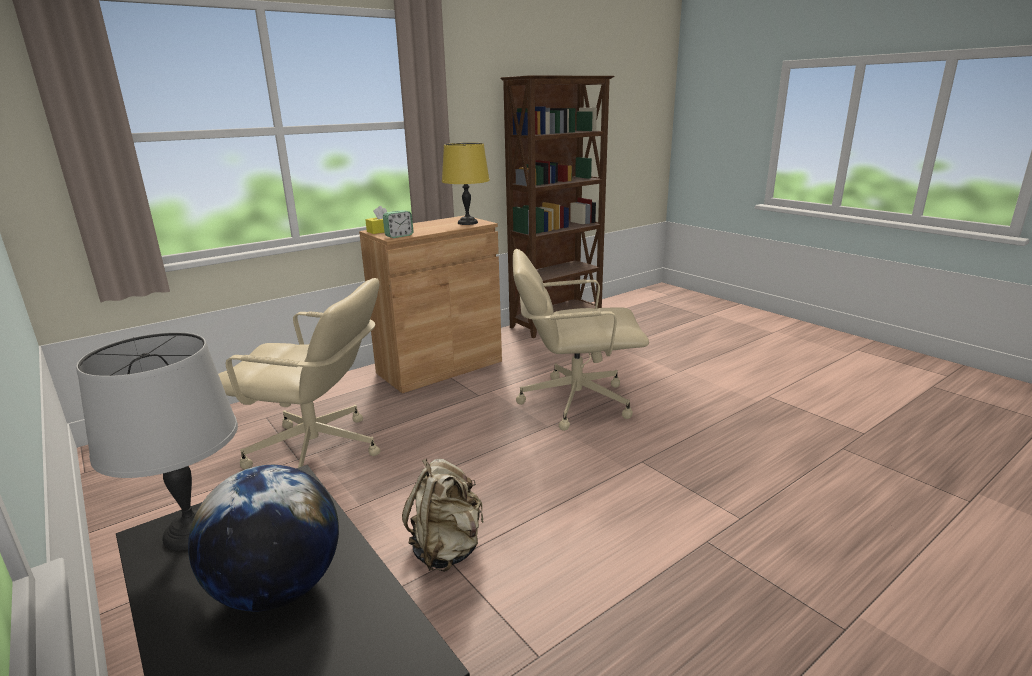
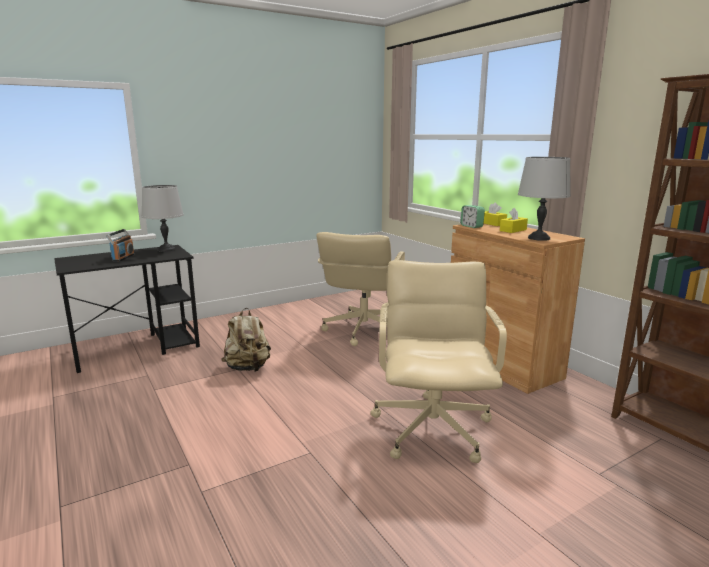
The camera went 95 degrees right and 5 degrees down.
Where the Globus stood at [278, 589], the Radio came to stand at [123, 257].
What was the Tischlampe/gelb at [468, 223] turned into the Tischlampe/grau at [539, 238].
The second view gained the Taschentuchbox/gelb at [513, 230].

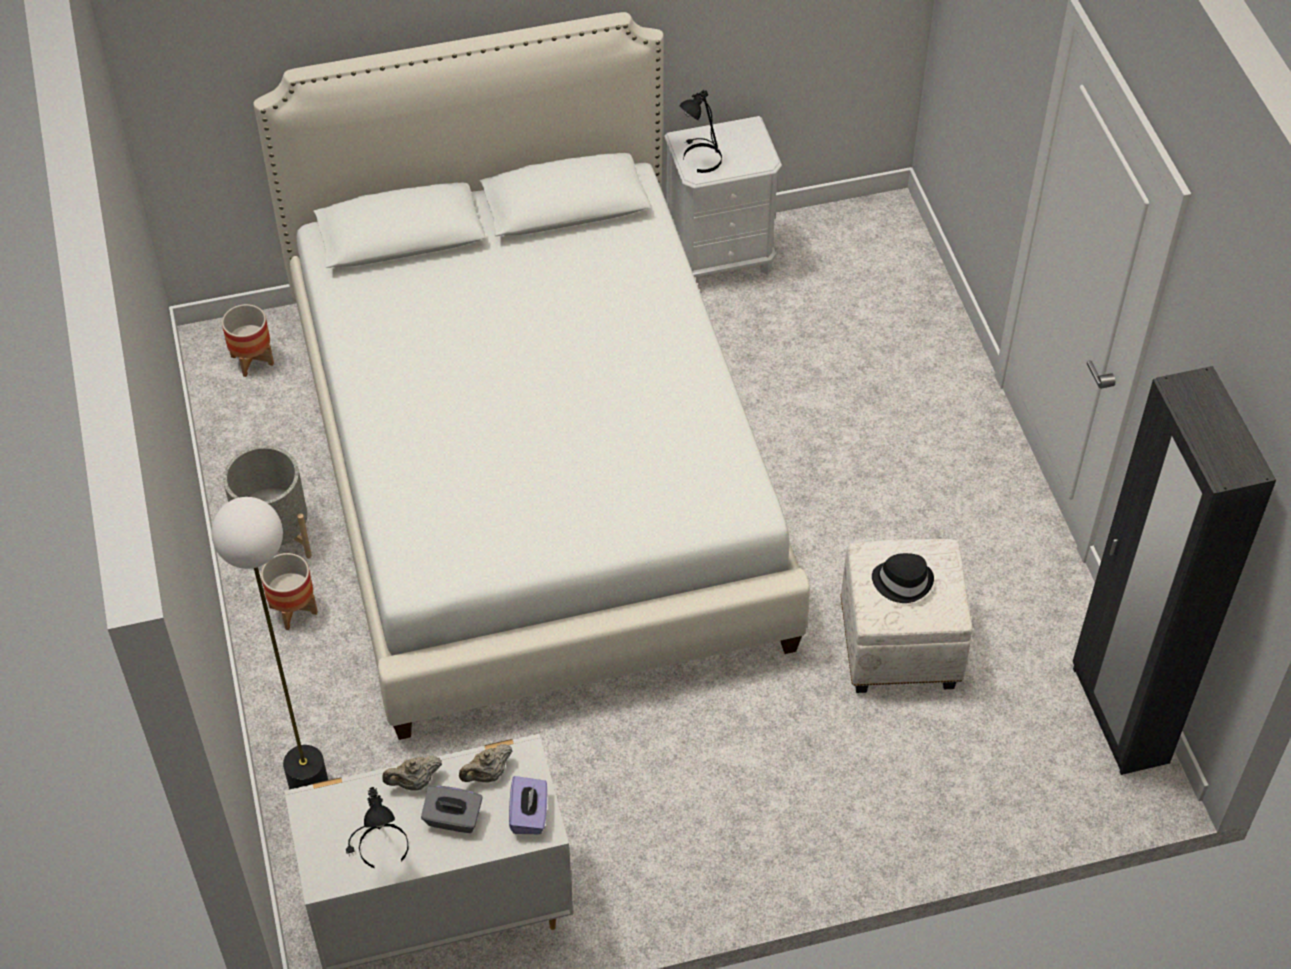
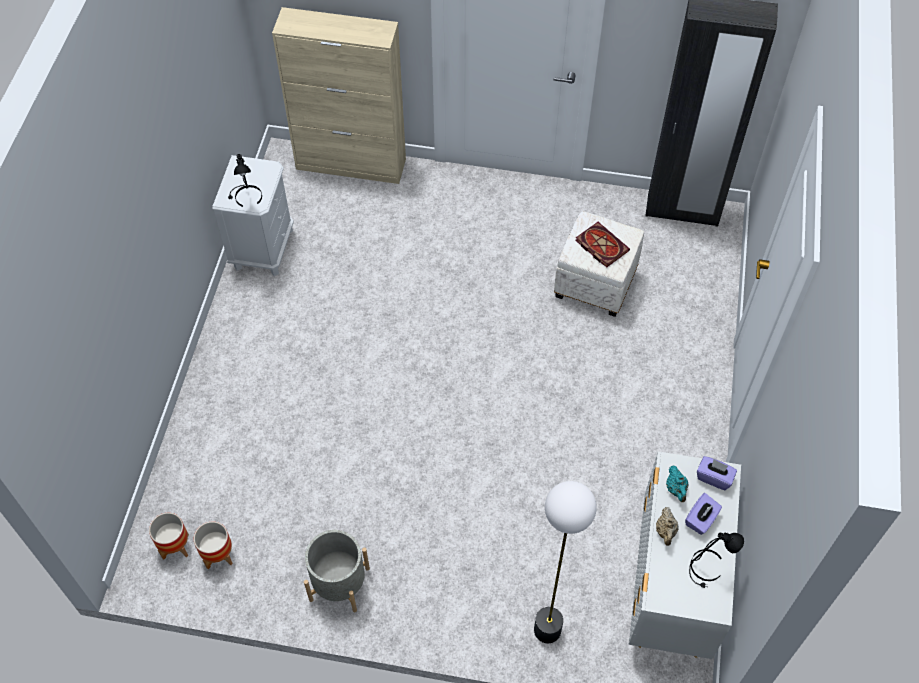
The camera went 65 degrees left and 5 degrees up.
The second view lost the Bett/weiß at [535, 472].
The Pflanzkübel ended up elsewhere, having gone from [293, 610] to [218, 555].
What was the Taschentuchbox/grau at [453, 819] turned into the Taschentuchbox/lila at [701, 520].
What was the Teekanne/beige at [487, 774] turned into the Teekanne/türkis at [676, 489].
Where the Hut/schwarz stood at [902, 581], the Buch came to stand at [600, 245].
The second view gained the Schrank/beige at [351, 164].

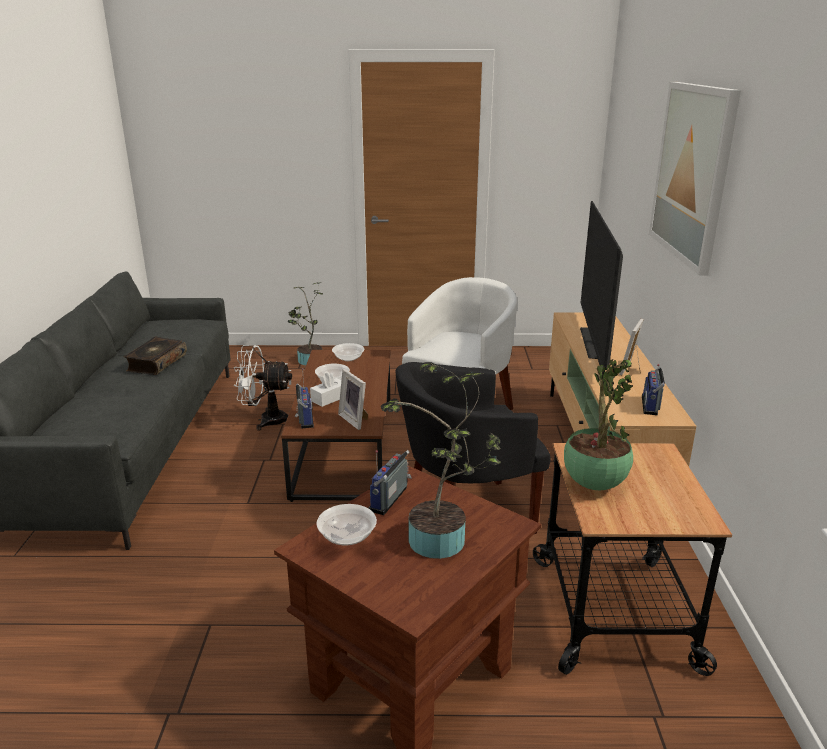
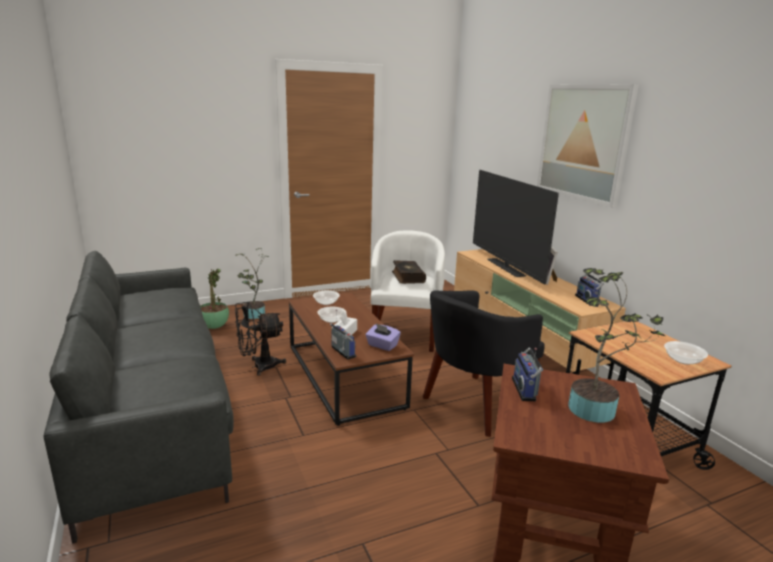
The camera went 25 degrees left and 5 degrees down.
The Buch ended up elsewhere, having gone from [156, 363] to [407, 277].
What was the Ventilator/weiß at [266, 420] turned into the Ventilator/schwarz at [259, 366].
The Schüssel ended up elsewhere, having gone from [347, 536] to [683, 360].
Where the Bilderrahmen stood at [355, 420], the Taschentuchbox/lila came to stand at [382, 345].
The Topfpflanze ended up elsewhere, having gone from [593, 483] to [214, 327].

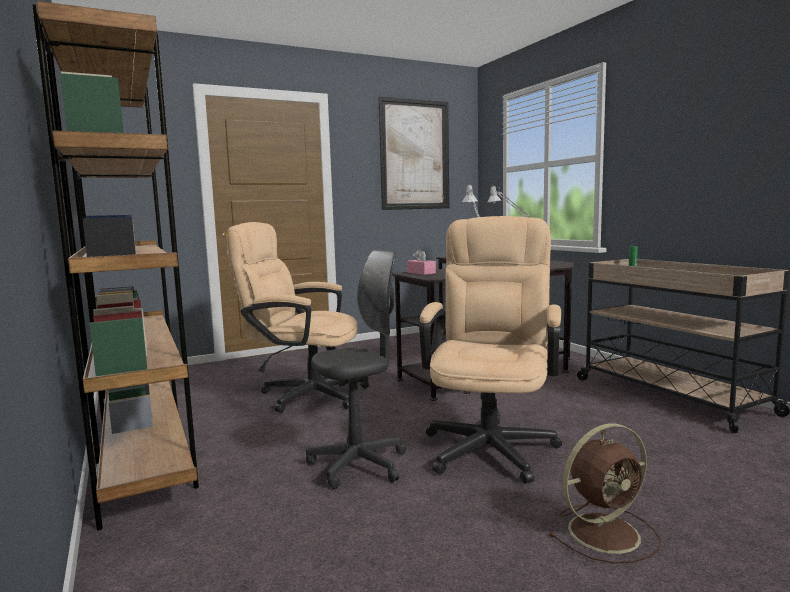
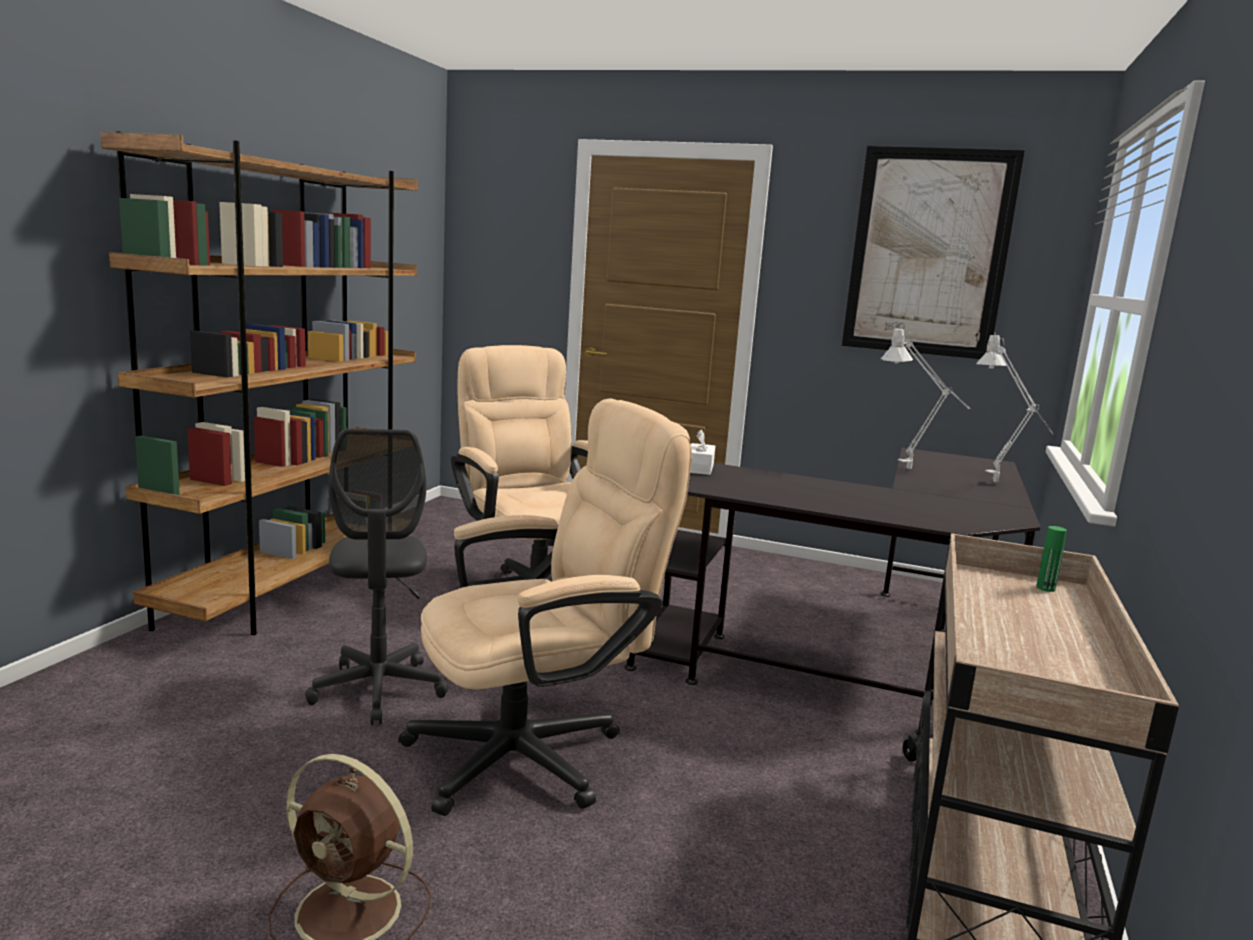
The camera went 45 degrees right and 5 degrees up.
The Bürostuhl/grau at [358, 465] ended up facing another way, 60 degrees clockwise from before.
What was the Taschentuchbox/rosa at [421, 273] turned into the Taschentuchbox/weiß at [699, 468].

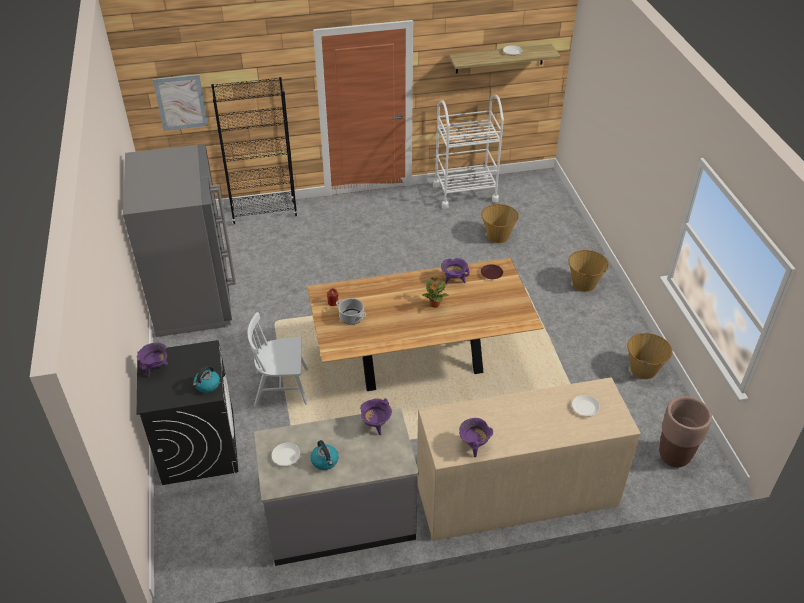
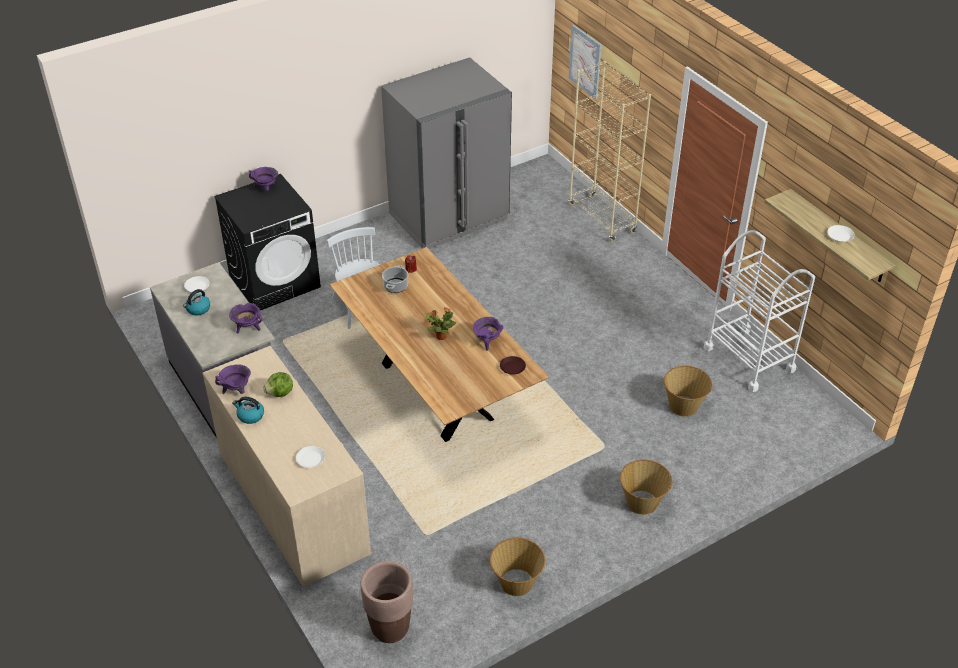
The camera went 70 degrees right and 0 degrees up.
The Wasserkessel ended up elsewhere, having gone from [207, 385] to [250, 416].
What was the Bücherregal/schwarz at [264, 213] turned into the Bücherregal/beige at [602, 219].
The second view gained the Salatkopf at [280, 393].

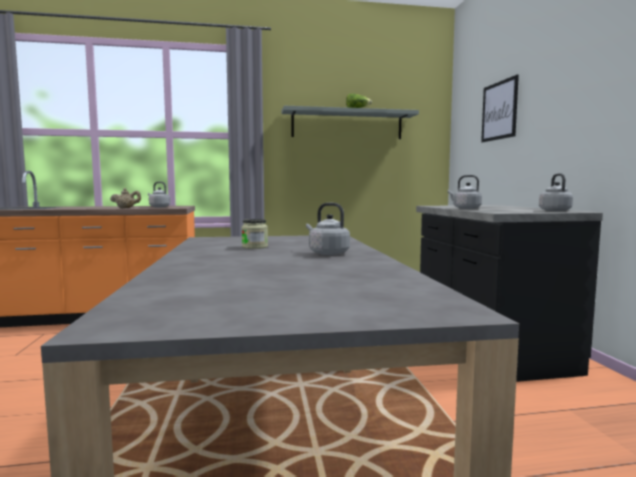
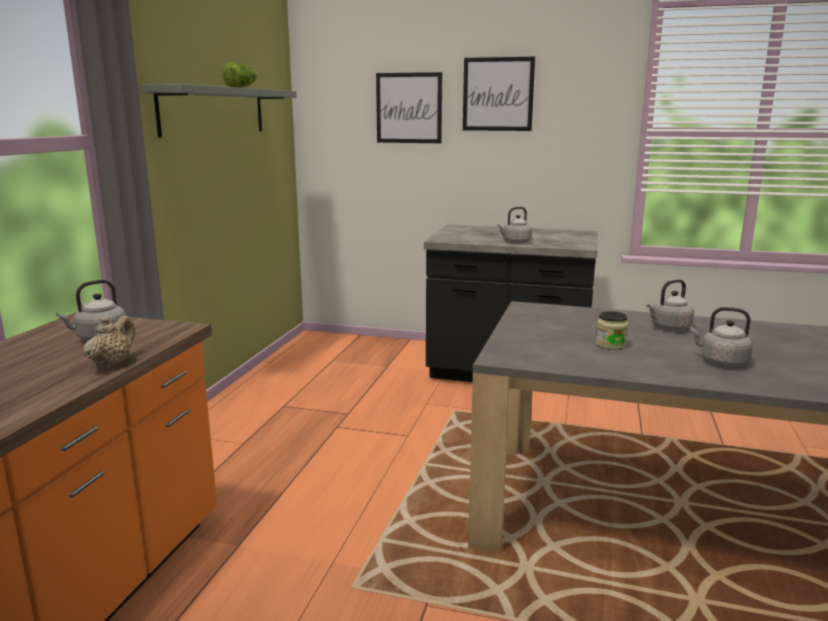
The camera went 65 degrees left and 10 degrees up.
The Wasserkessel/grau ended up elsewhere, having gone from [554, 210] to [721, 362].
The second view gained the Bild at [498, 94].

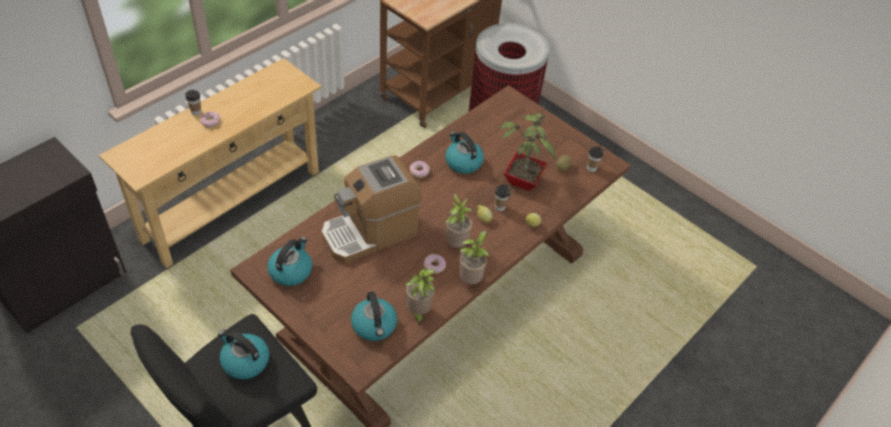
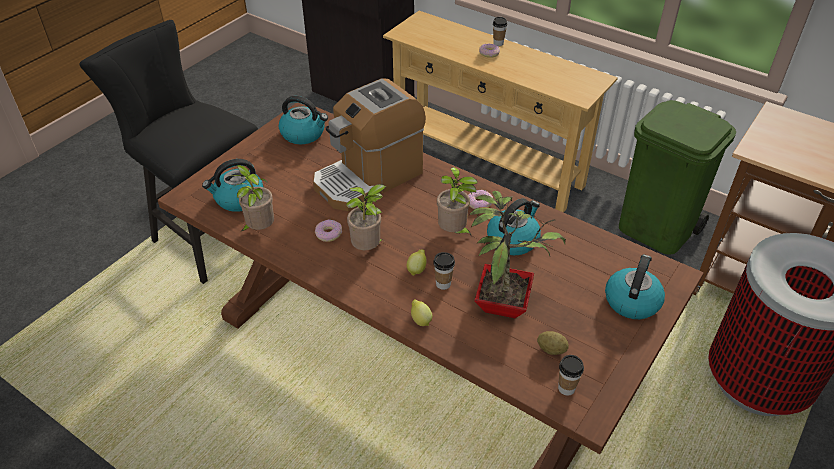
The camera went 85 degrees right and 5 degrees down.
The Wasserkessel ended up elsewhere, having gone from [244, 361] to [632, 300].
The Kaffeemaschine at [370, 232] ended up facing another way, 90 degrees counterclockwise from before.
The Topfpflanze ended up elsewhere, having gone from [471, 279] to [454, 232].
The second view gained the Mülleimer/grün at [656, 230].

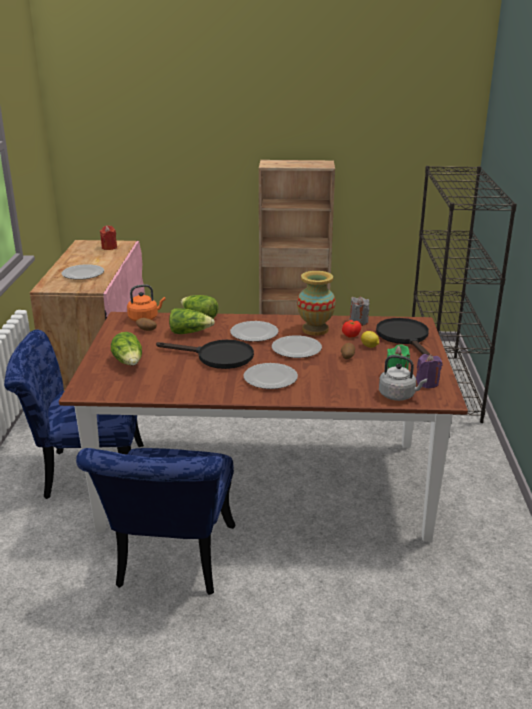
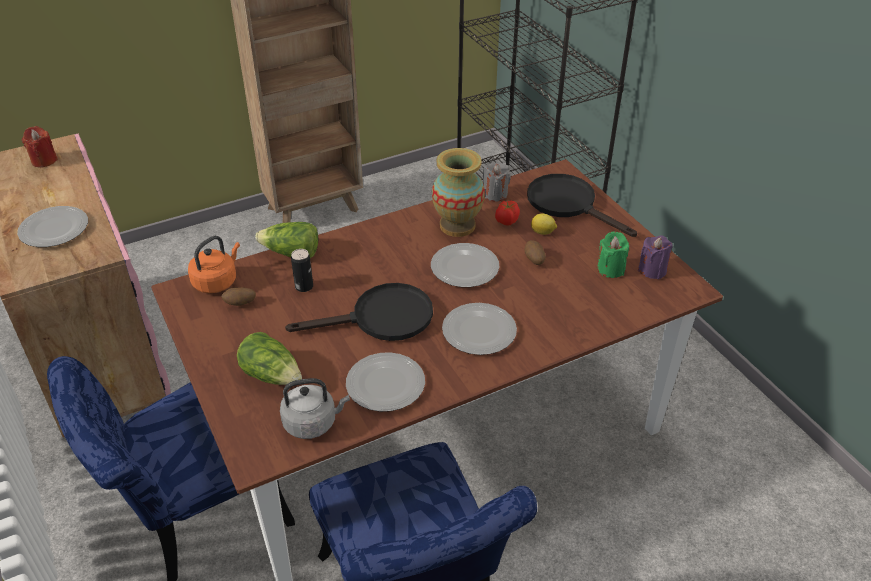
The camera went 30 degrees left and 15 degrees up.
Where the Salatkopf stood at [189, 332], the Dose came to stand at [304, 286].
The Teller ended up elsewhere, having gone from [254, 333] to [386, 384].
The Wasserkessel/grau ended up elsewhere, having gone from [398, 395] to [313, 423].

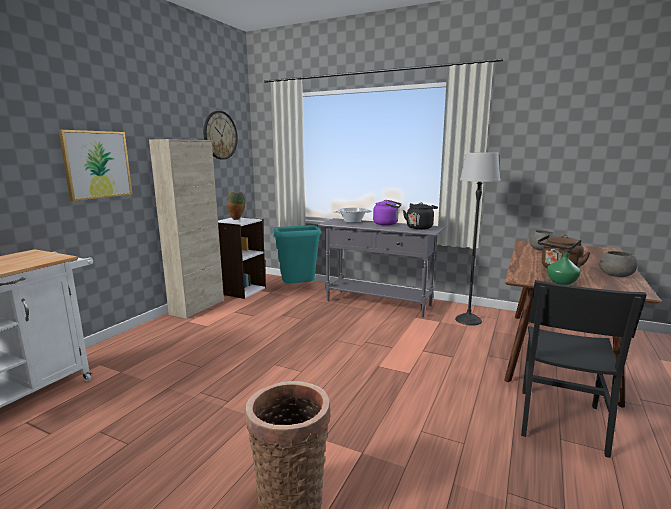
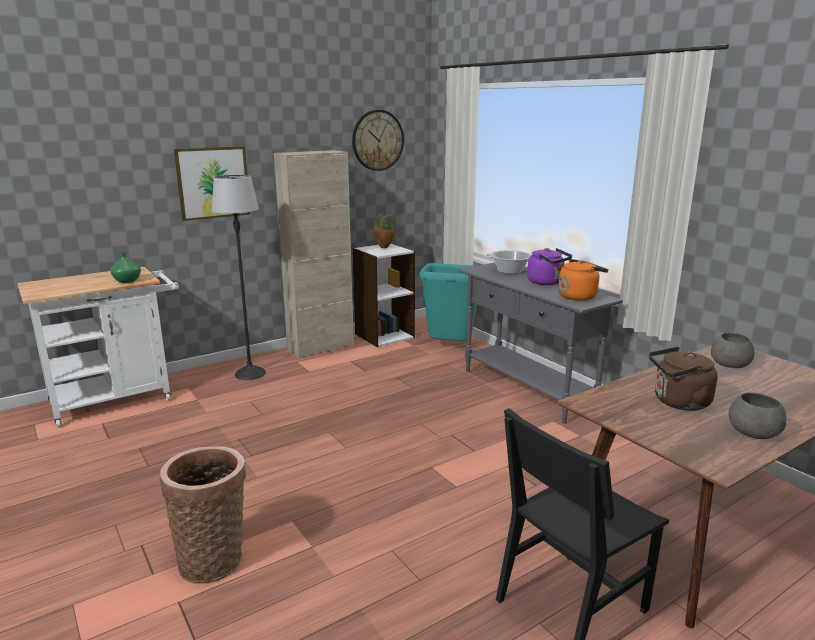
The camera went 30 degrees right and 5 degrees up.
What was the Wasserkessel/schwarz at [420, 227] turned into the Wasserkessel/orange at [579, 296].
The Stehlampe ended up elsewhere, having gone from [468, 320] to [250, 373].
The Vase/grün ended up elsewhere, having gone from [562, 282] to [128, 281].

